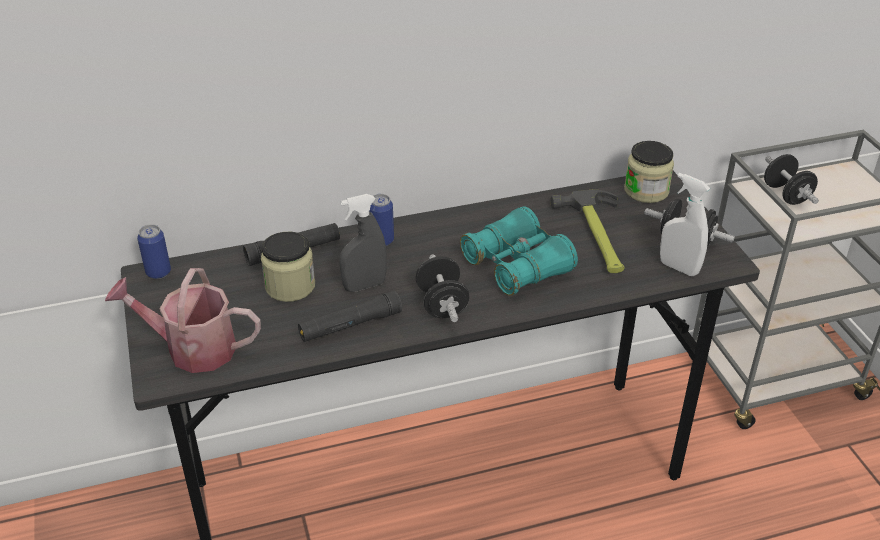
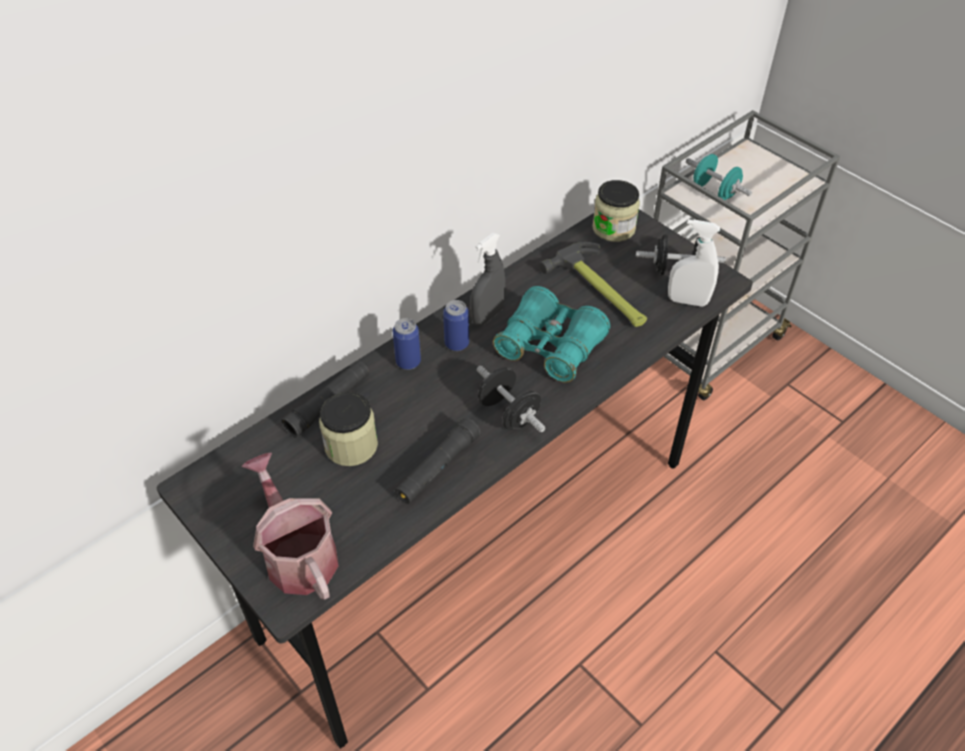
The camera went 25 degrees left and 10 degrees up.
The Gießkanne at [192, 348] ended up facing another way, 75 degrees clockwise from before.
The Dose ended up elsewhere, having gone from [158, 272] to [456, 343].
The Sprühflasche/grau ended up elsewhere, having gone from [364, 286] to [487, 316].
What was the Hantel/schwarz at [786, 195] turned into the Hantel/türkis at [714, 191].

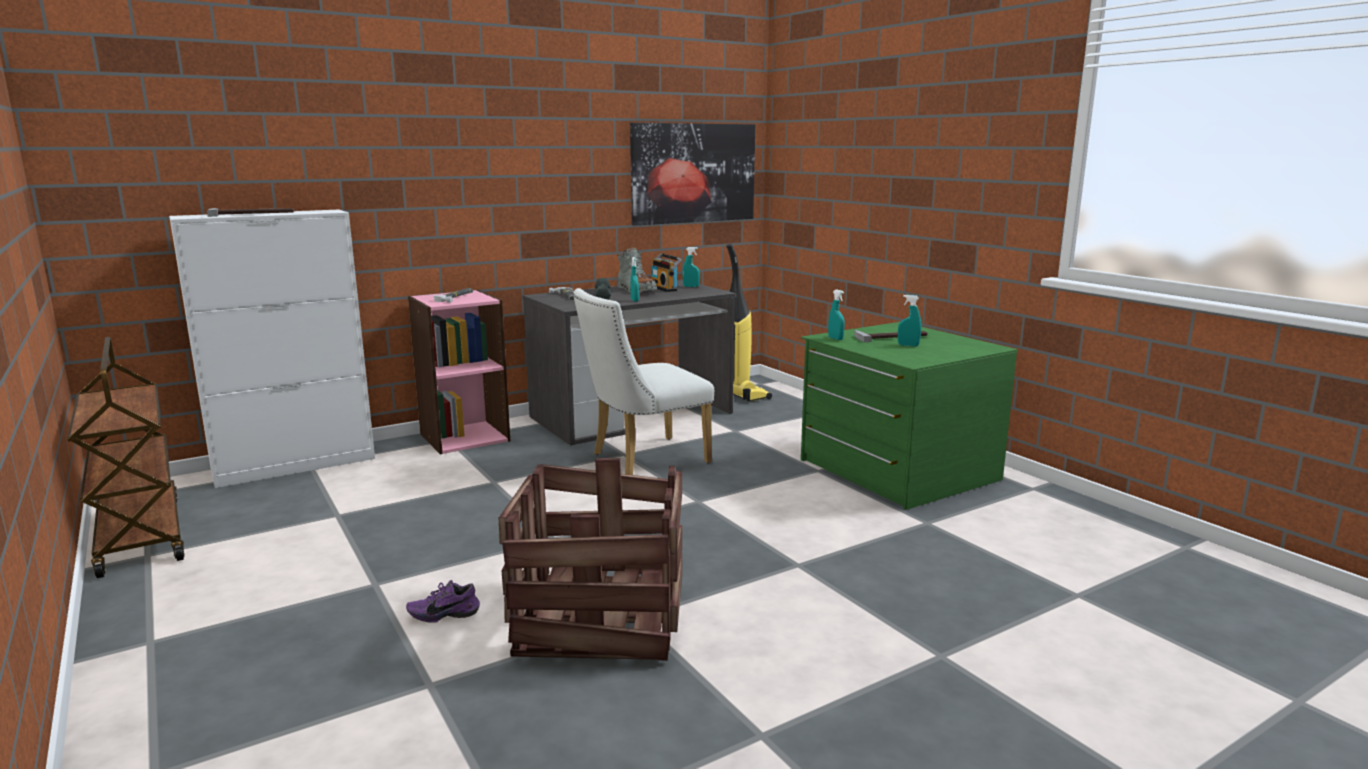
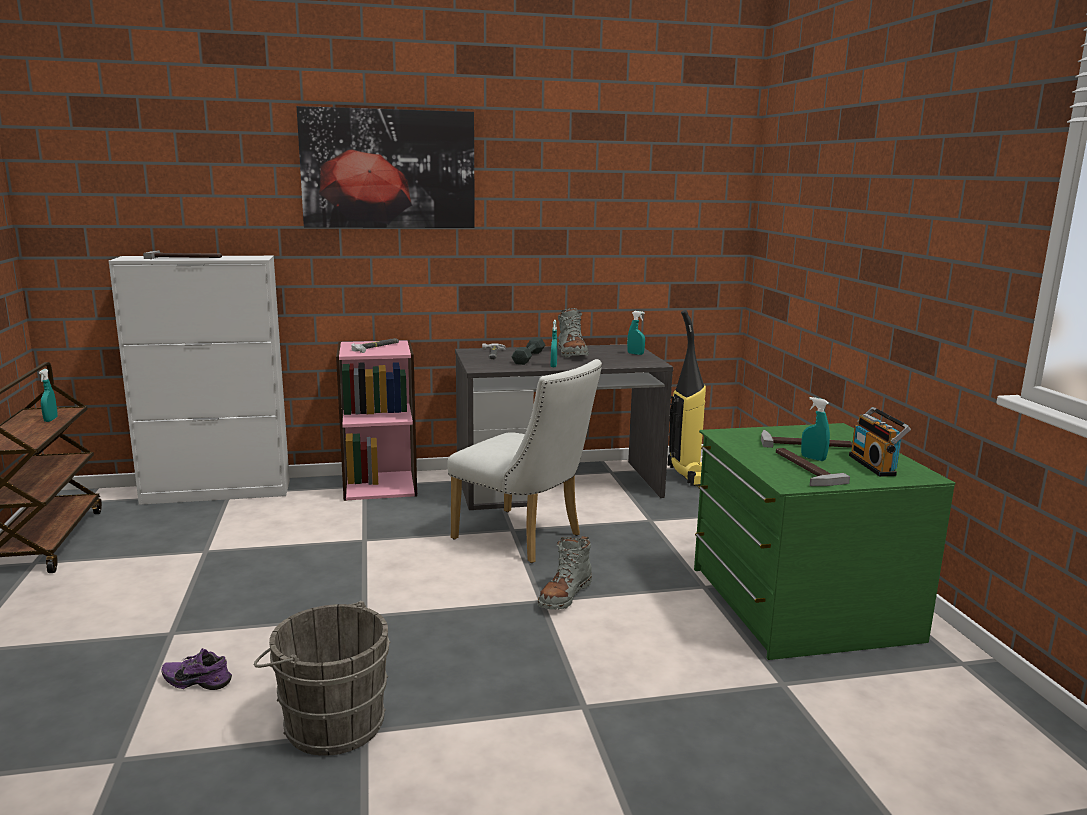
The camera went 20 degrees right and 0 degrees up.
Where the Kiste stood at [600, 618], the Eimer/grau came to stand at [329, 722].
The Stuhl/weiß at [642, 459] ended up facing another way, 135 degrees counterclockwise from before.
The Bild ended up elsewhere, having gone from [693, 173] to [388, 169].
The Radio ended up elsewhere, having gone from [665, 288] to [875, 465].
The Sprühflasche/türkis ended up elsewhere, having gone from [835, 338] to [51, 420].
The second view gained the Stiefel/grau at [565, 595].
The second view gained the Hammer at [801, 469].

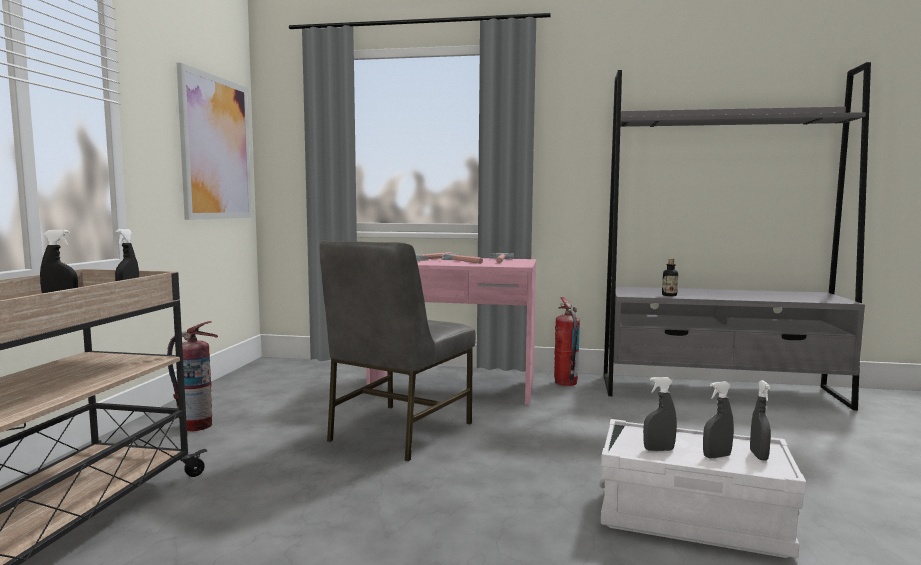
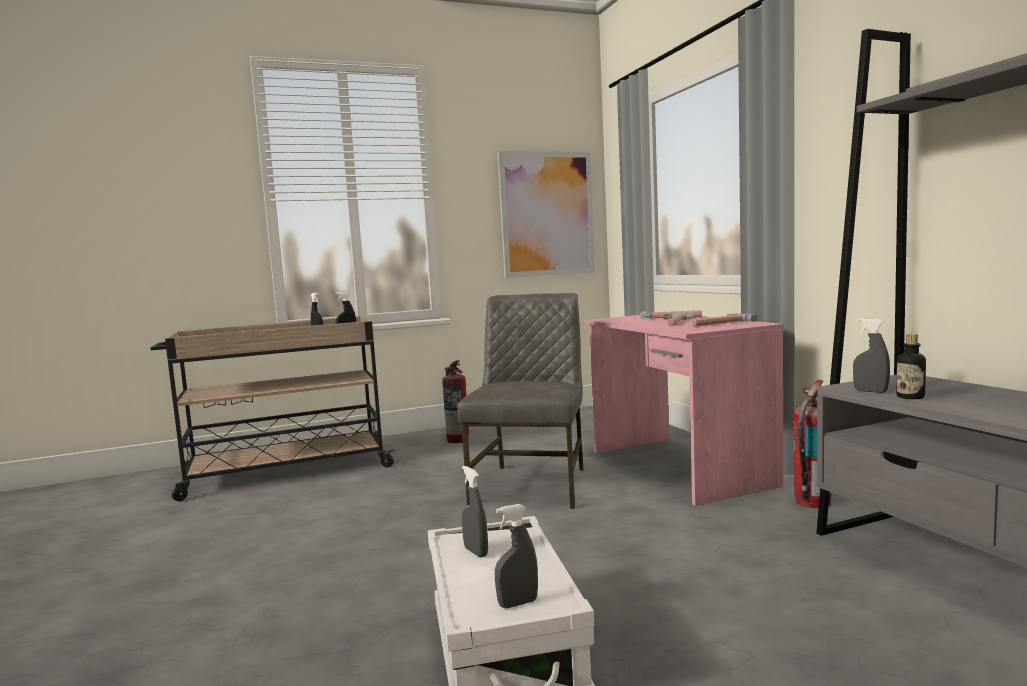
The camera went 60 degrees right and 0 degrees up.
The Stuhl/grau at [398, 432] ended up facing another way, 105 degrees clockwise from before.
The Sprühflasche/grau ended up elsewhere, having gone from [716, 456] to [870, 391].

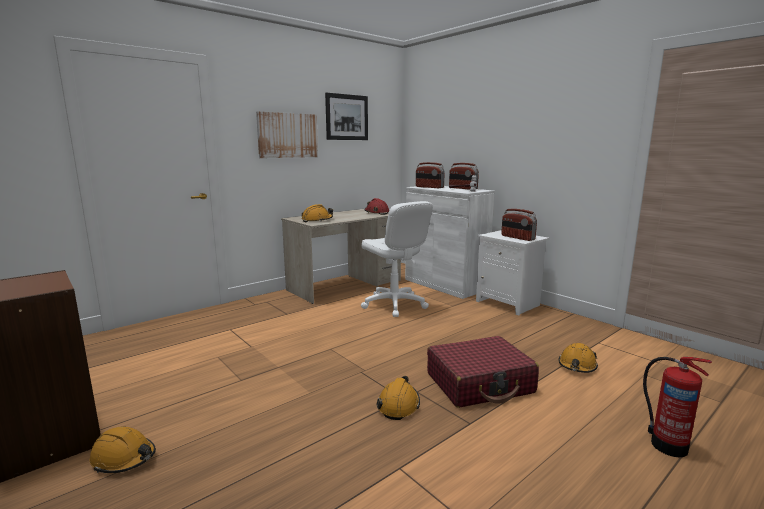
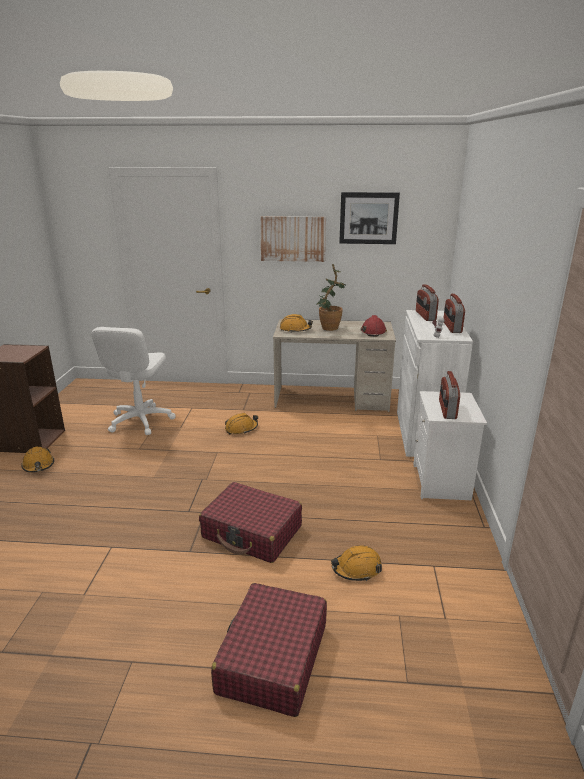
The camera went 45 degrees right and 10 degrees up.
The Bürostuhl/weiß ended up elsewhere, having gone from [394, 304] to [140, 421].
The Schutzhelm/orange ended up elsewhere, having gone from [398, 405] to [241, 429].
Where the Feuerlöscher stood at [666, 444], the Koffer/rot came to stand at [272, 658].
The second view gained the Topfpflanze at [327, 329].

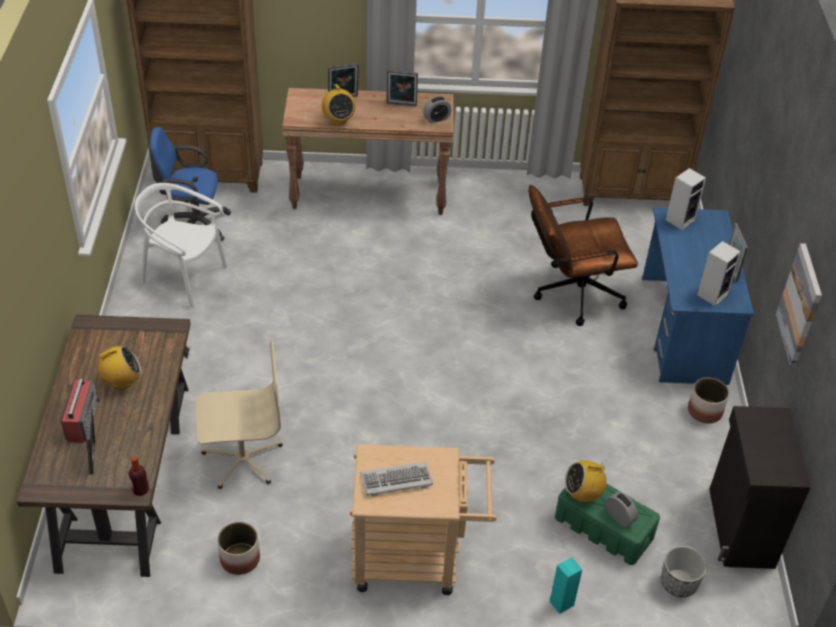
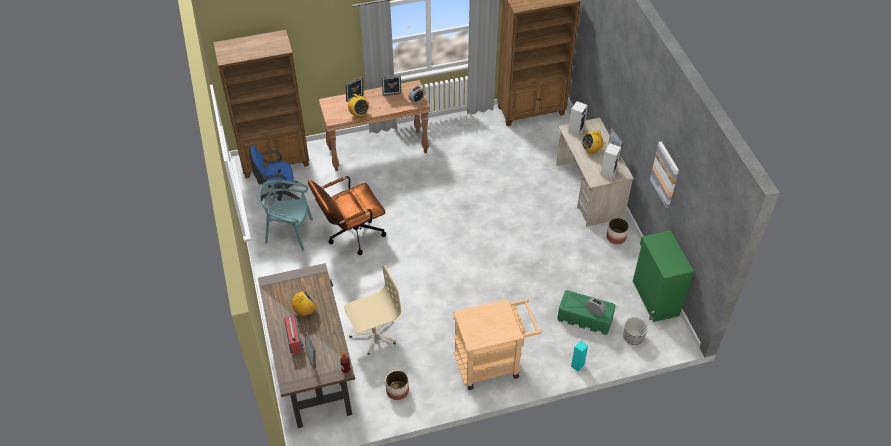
The camera went 15 degrees left and 5 degrees up.
What was the Stuhl/weiß at [184, 277] turned into the Stuhl/türkis at [289, 233].
The second view lost the Tastatur at [396, 481].
The Bürostuhl/braun ended up elsewhere, having gone from [570, 294] to [351, 234].
The Radio ended up elsewhere, having gone from [583, 494] to [591, 150].
What was the Schreibtisch/blau at [683, 330] turned into the Schreibtisch/beige at [589, 191].
What was the Schrank/schwarz at [739, 528] turned into the Schrank/grün at [654, 298].

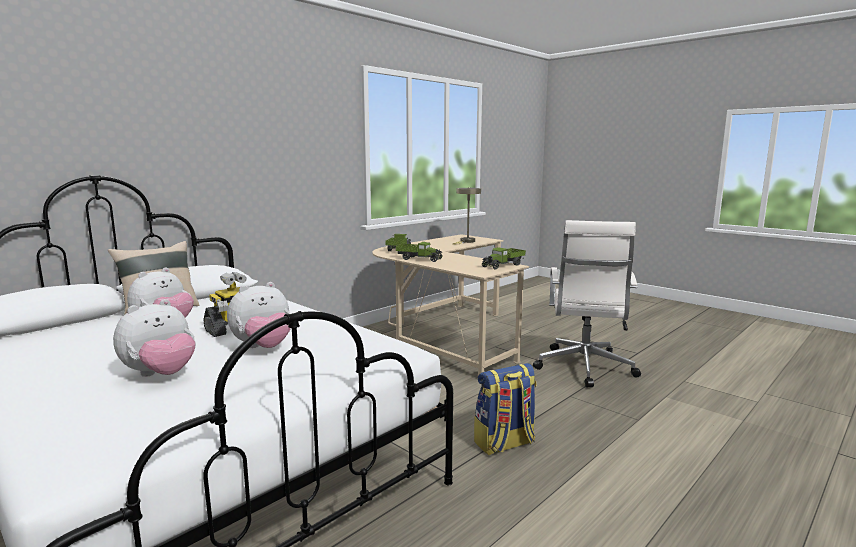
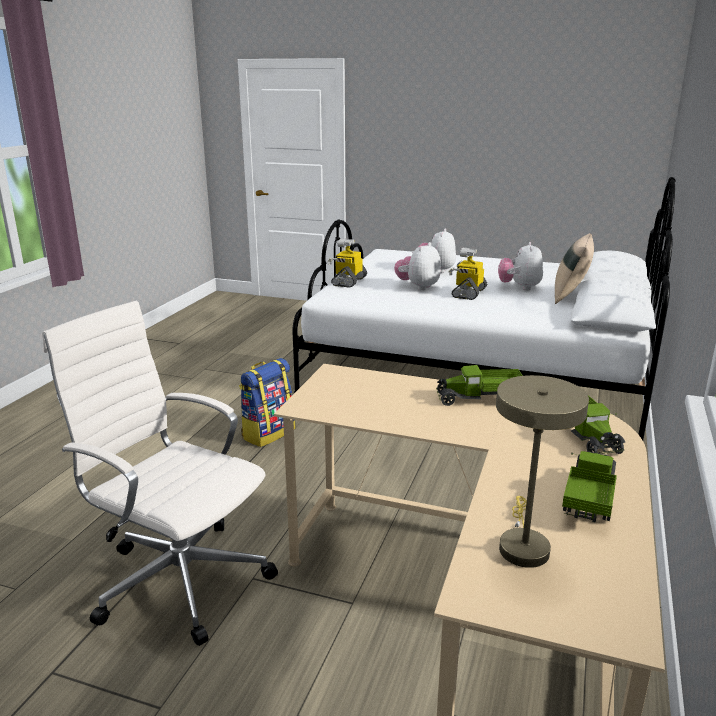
The camera went 155 degrees right and 10 degrees up.
The Spielzeuglaster ended up elsewhere, having gone from [503, 265] to [588, 499].
The Bürostuhl/weiß at [584, 368] ended up facing another way, 45 degrees counterclockwise from before.
The second view gained the Spielzeugroboter at [348, 281].

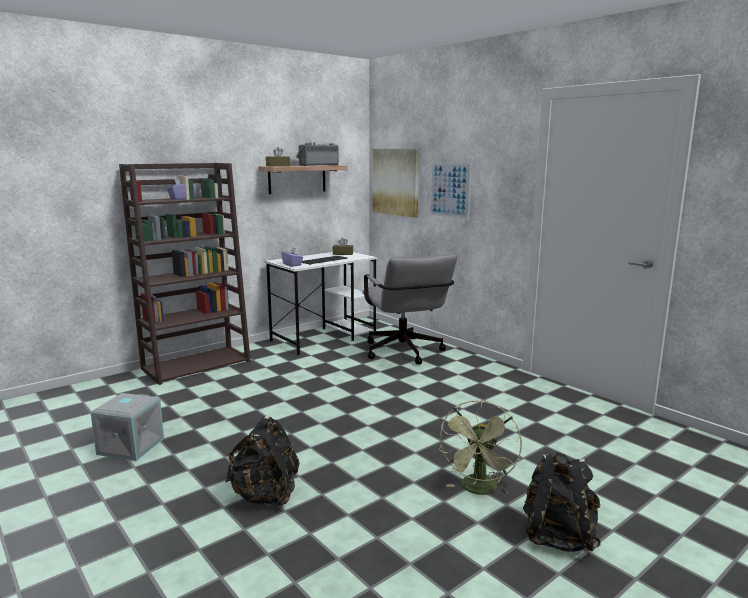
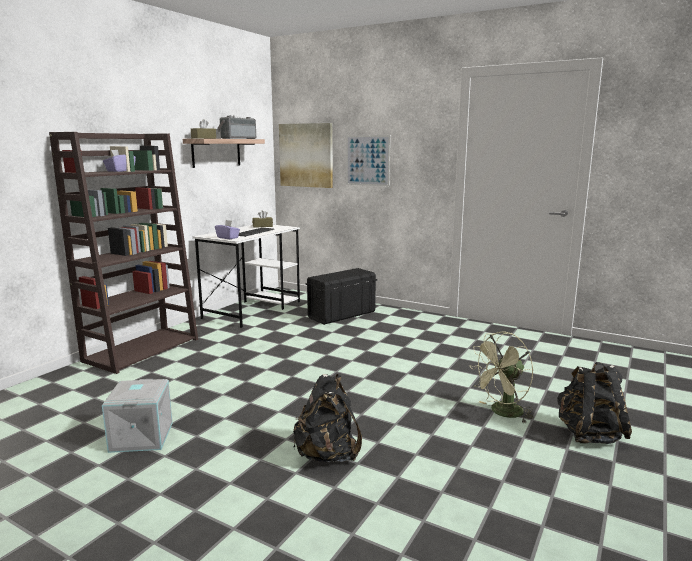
The camera went 20 degrees left and 0 degrees up.
Where the Bürostuhl/grau stood at [405, 353], the Aufbewahrungsbox/schwarz came to stand at [341, 314].
The Ventilator/grün at [479, 490] ended up facing another way, 60 degrees clockwise from before.

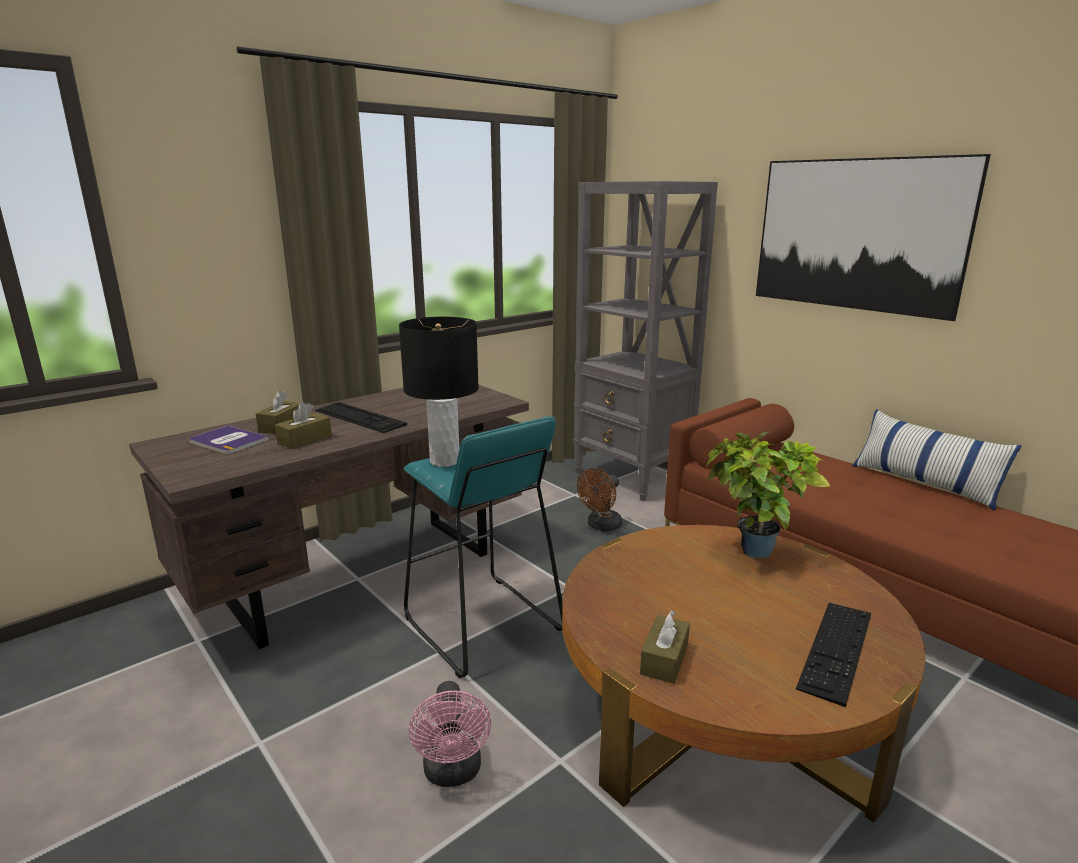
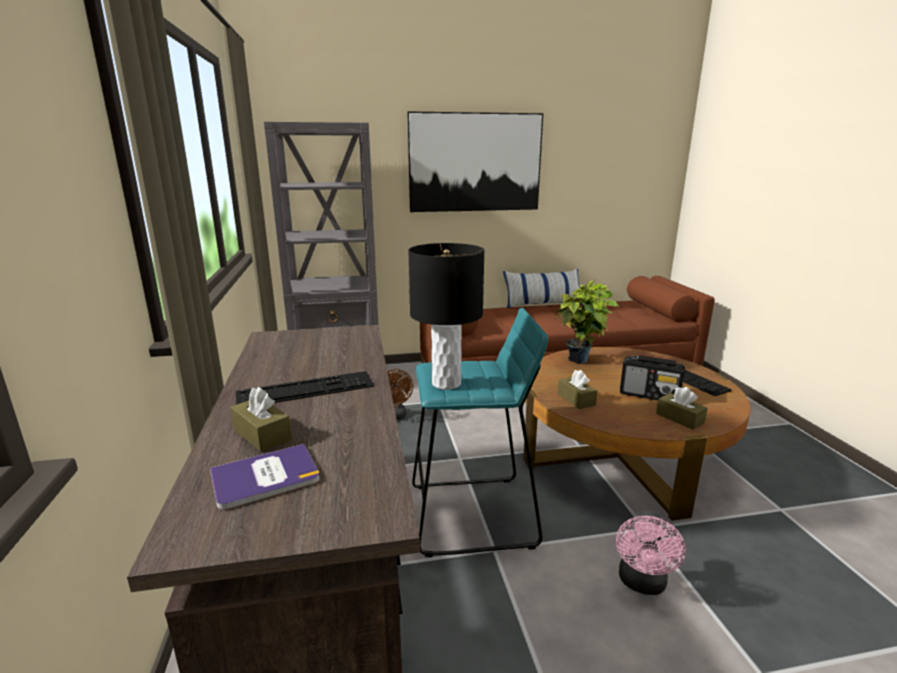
The camera went 60 degrees left and 0 degrees up.
The Taschentuchbox/braun ended up elsewhere, having gone from [305, 440] to [576, 399].
The Ventilator/rosa at [453, 773] ended up facing another way, 90 degrees clockwise from before.
The second view gained the Radio at [649, 395].

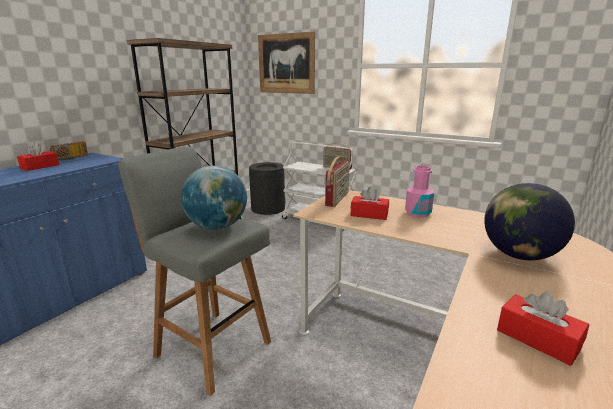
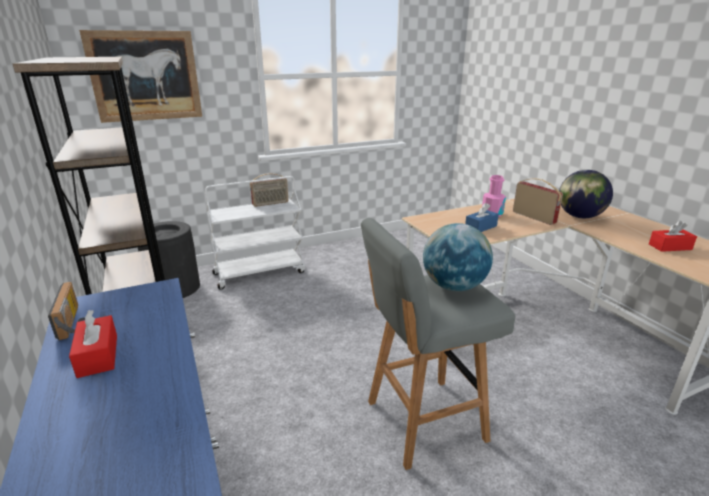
The camera went 55 degrees left and 5 degrees up.
The Radio ended up elsewhere, having gone from [337, 199] to [534, 217].
What was the Taschentuchbox/rot at [369, 214] turned into the Taschentuchbox/blau at [480, 227].

